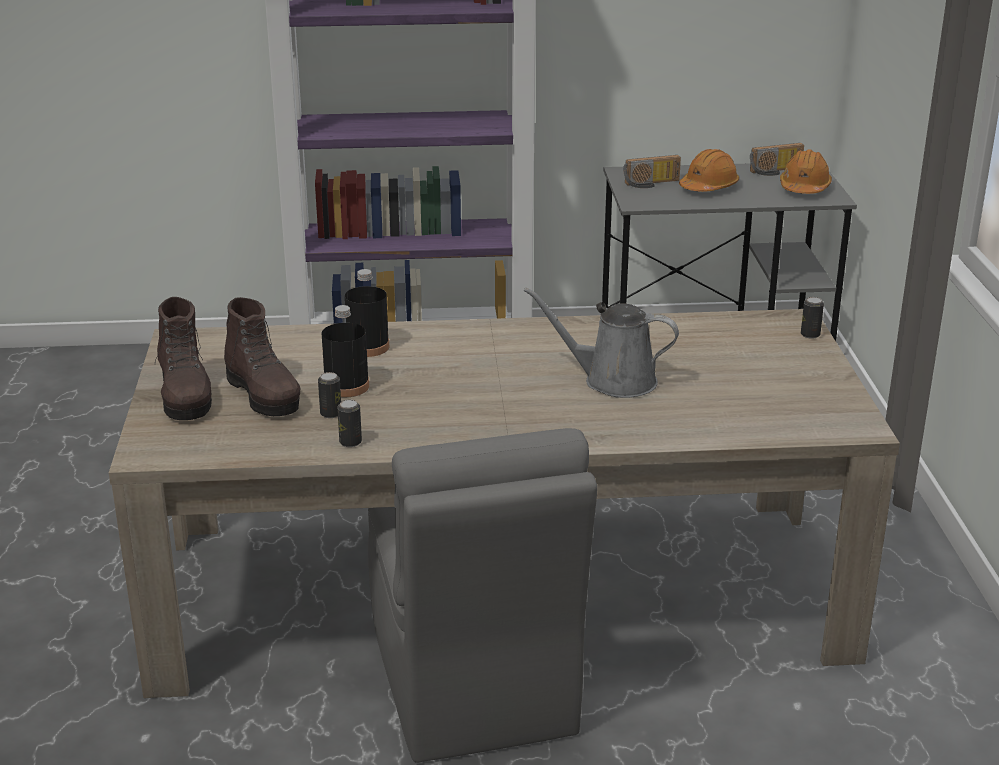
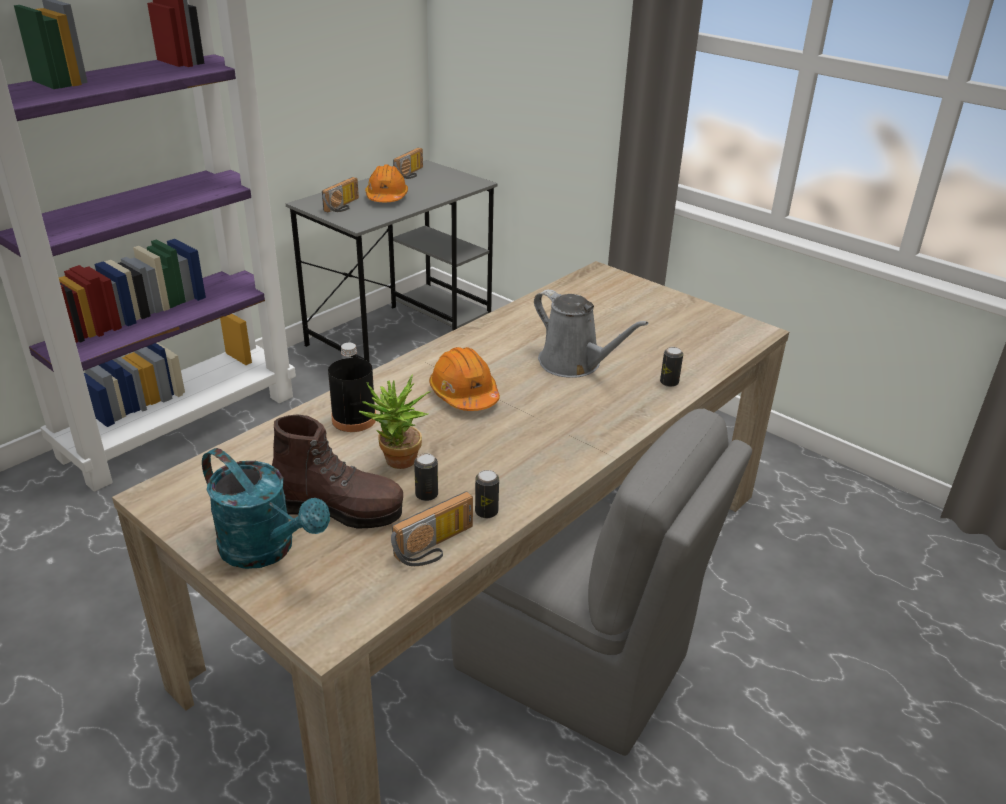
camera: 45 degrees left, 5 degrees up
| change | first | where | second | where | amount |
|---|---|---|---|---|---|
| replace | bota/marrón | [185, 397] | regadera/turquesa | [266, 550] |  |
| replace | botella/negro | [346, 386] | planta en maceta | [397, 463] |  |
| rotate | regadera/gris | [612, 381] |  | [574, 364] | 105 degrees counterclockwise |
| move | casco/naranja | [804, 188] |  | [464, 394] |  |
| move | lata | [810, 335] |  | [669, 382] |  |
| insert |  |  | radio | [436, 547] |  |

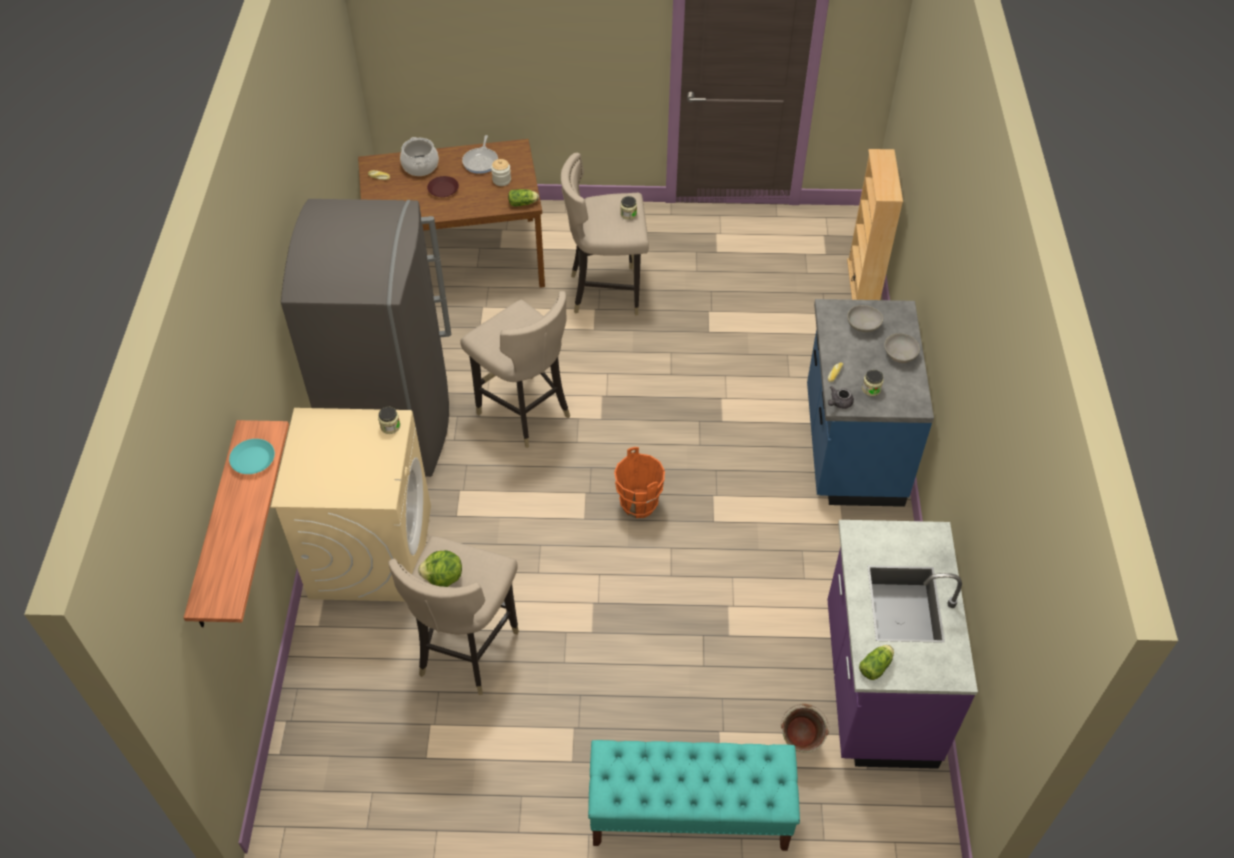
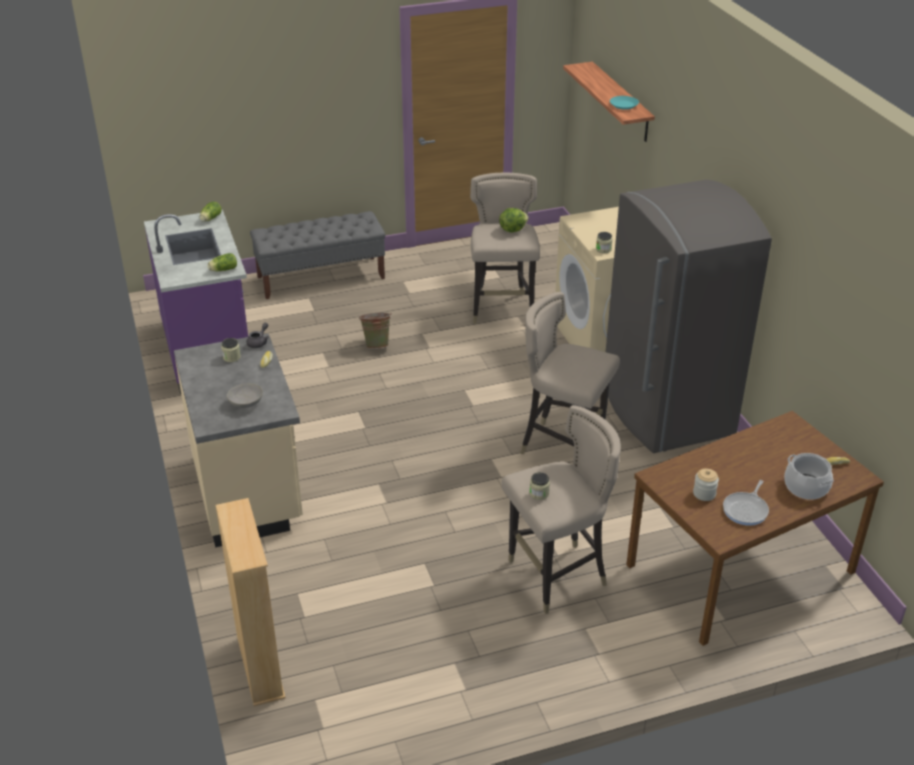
camera: 160 degrees right, 15 degrees down
| change | first | where | second | where | amount |
|---|---|---|---|---|---|
| delete | plato/marrón | [443, 189] |  |  |  |
| rotate | sartén | [481, 161] |  | [746, 510] | 135 degrees counterclockwise |
| move | lechuga | [524, 203] |  | [222, 270] |  |
| recolor | banco/turquesa | [689, 813] | banco/gris | [321, 277] |  |
| delete | cubo/naranja | [638, 504] |  |  |  |
| move | cubo/verde | [799, 745] |  | [377, 344] |  |
| recolor | mueble bajo de cocina/azul | [850, 447] | mueble bajo de cocina/beis | [249, 491] |  |
| delete | cuenco/gris | [900, 355] |  |  |  |

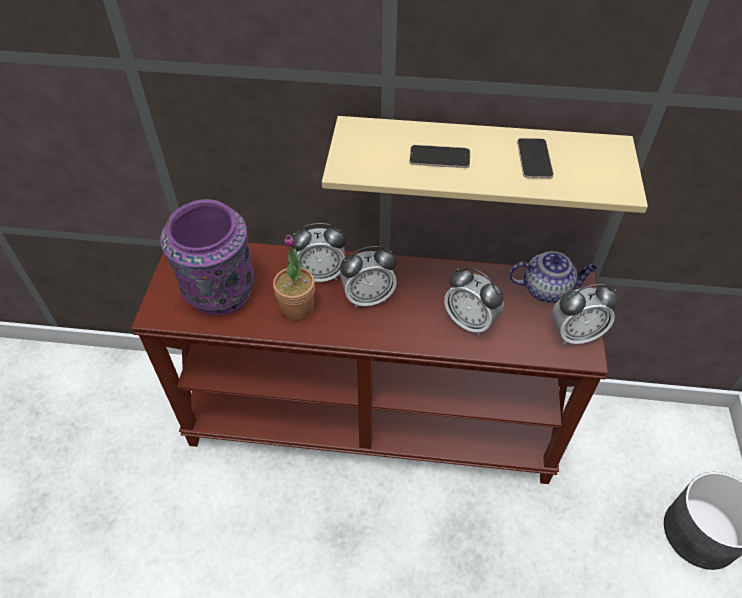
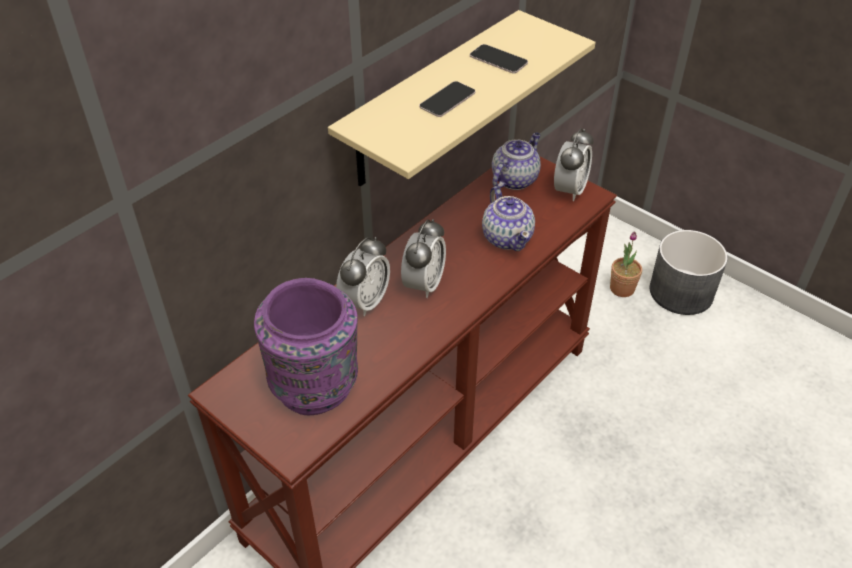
camera: 55 degrees left, 5 degrees down
| change | first | where | second | where | amount |
|---|---|---|---|---|---|
| move | planta en maceta | [297, 308] |  | [622, 288] |  |
| replace | despertador | [470, 321] | tetera | [507, 237] |  |

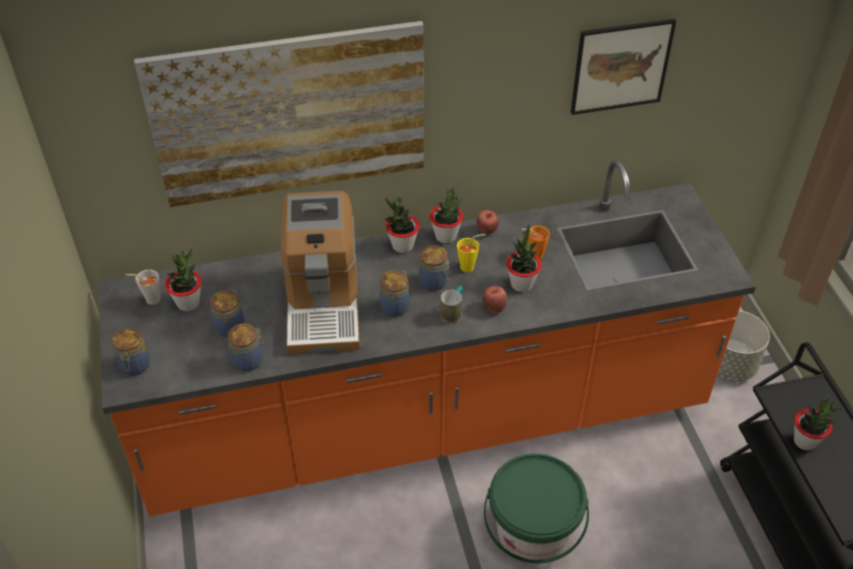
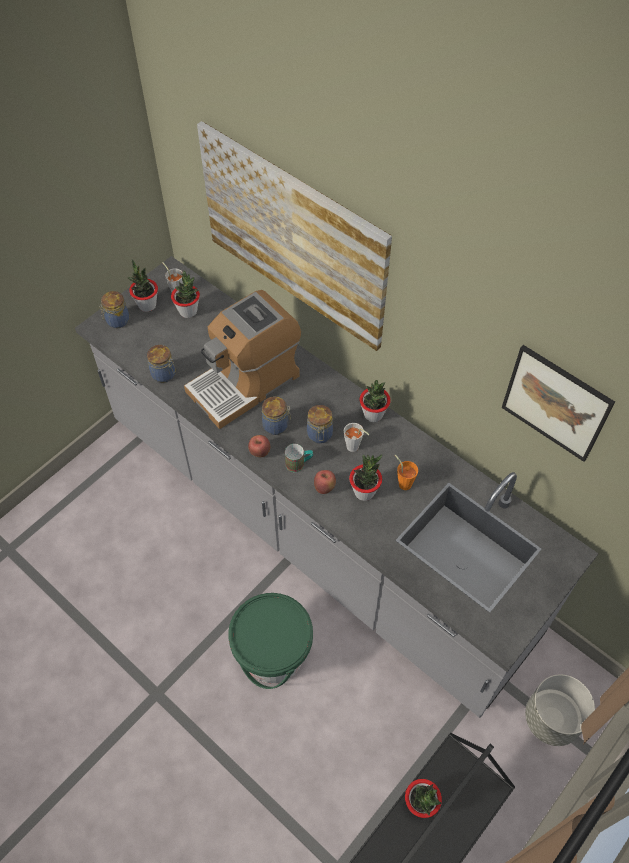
camera: 55 degrees right, 10 degrees up
| change | first | where | second | where | amount |
|---|---|---|---|---|---|
| recolor | mueble bajo de cocina/naranja | [426, 422] | mueble bajo de cocina/gris | [314, 527] |  |
| delete | tarro | [231, 326] |  |  |  |
| move | planta en maceta | [402, 246] |  | [147, 305] |  |
| recolor | taza/amarillo | [470, 266] | taza/gris | [354, 448] |  |
| move | manzana | [486, 231] |  | [260, 452] |  |

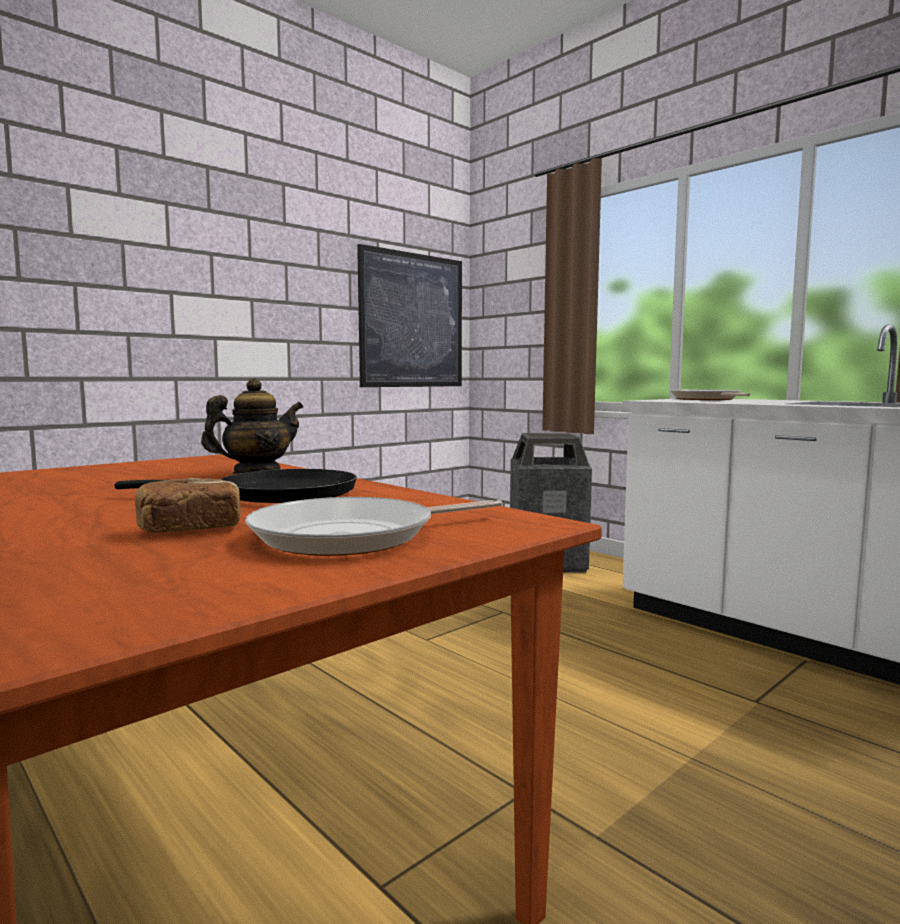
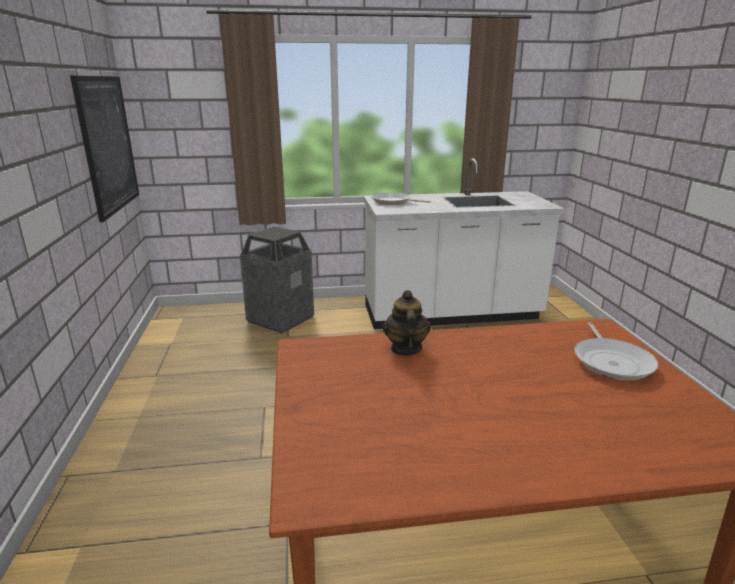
camera: 55 degrees left, 15 degrees up
| change | first | where | second | where | amount |
|---|---|---|---|---|---|
| delete | sartén/negro | [277, 494] |  |  |  |
| delete | pan | [190, 530] |  |  |  |

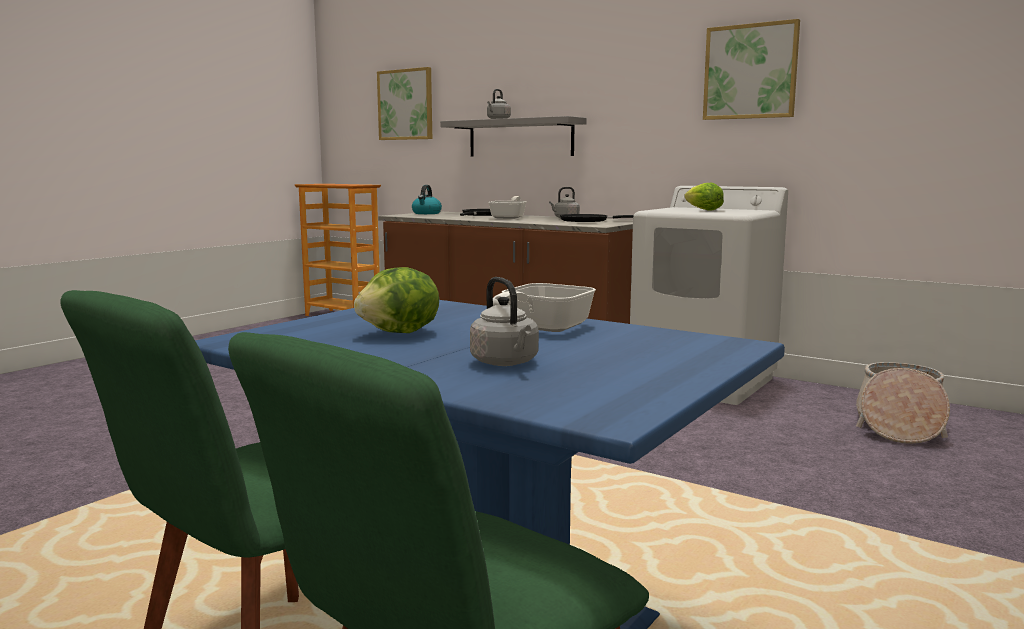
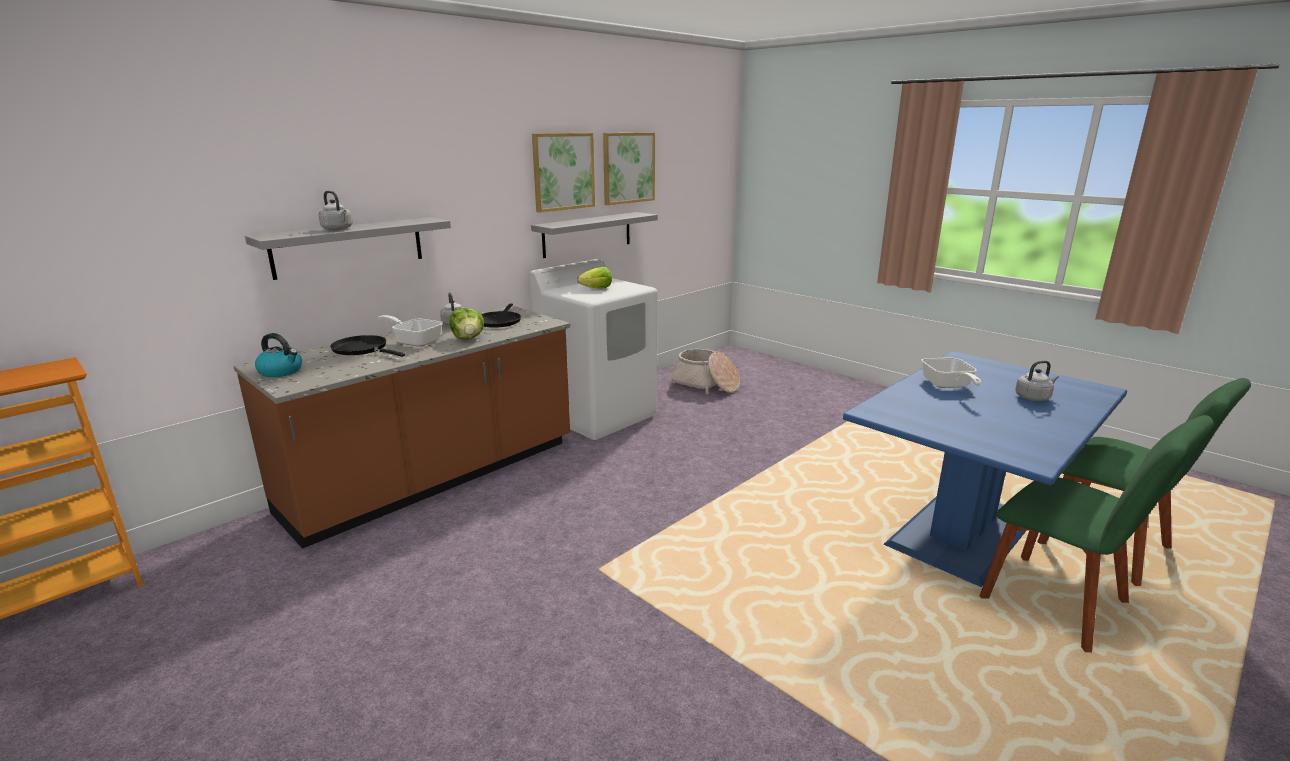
camera: 80 degrees left, 10 degrees up
| change | first | where | second | where | amount |
|---|---|---|---|---|---|
| move | lechuga | [401, 333] |  | [468, 338] |  |
| move | cuadro | [406, 104] |  | [628, 168] |  |
| rotate | sartén | [541, 328] |  | [947, 386] | 45 degrees clockwise |
| insert |  |  | estante/gris | [587, 234] |  |

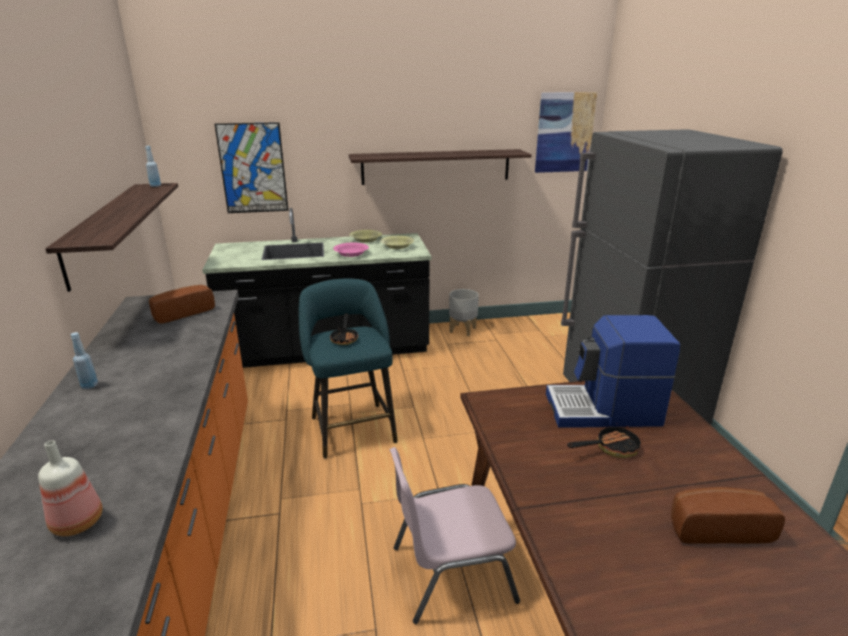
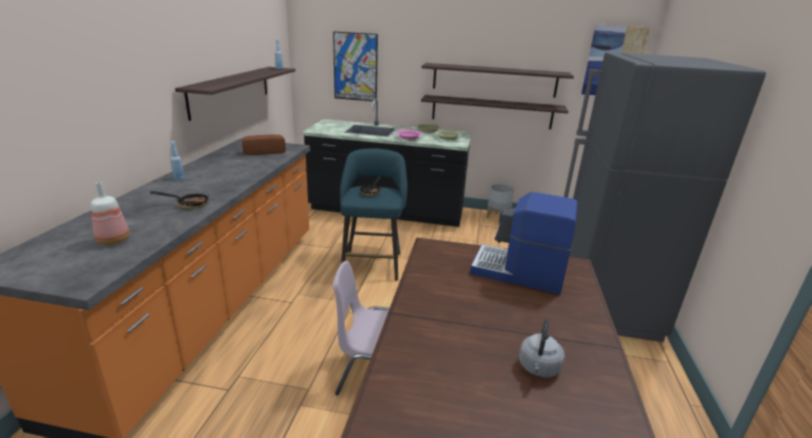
camera: 20 degrees right, 0 degrees up
| change | first | where | second | where | amount |
|---|---|---|---|---|---|
| move | sartén | [611, 448] |  | [188, 204] |  |
| replace | pan | [716, 527] | hervidor/gris | [538, 368] |  |
| insert |  |  | estante | [491, 112] |  |

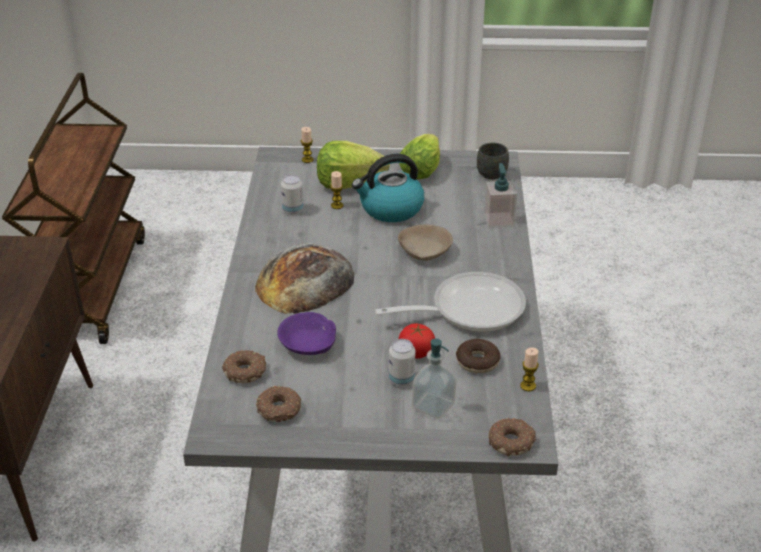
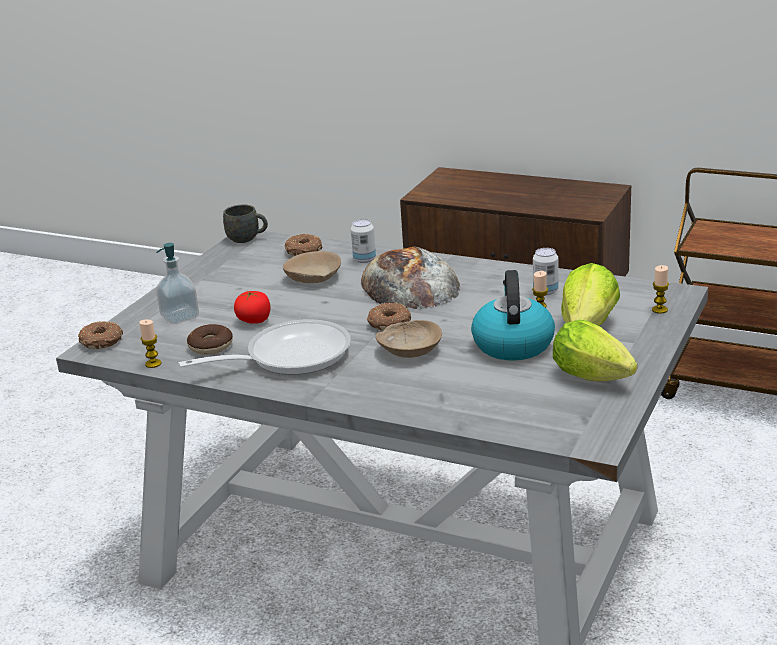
camera: 115 degrees right, 10 degrees down
| change | first | where | second | where | amount |
|---|---|---|---|---|---|
| move | rosquilla | [279, 410] |  | [388, 324] |  |
| recolor | cuenco/morado | [309, 344] | cuenco/beis | [314, 277] |  |
| rotate | sartén | [469, 309] |  | [289, 357] | 120 degrees counterclockwise |
| move | lata | [401, 379] |  | [364, 259] |  |
| move | taza grande/gris | [490, 172] |  | [247, 239] |  |
| delete | dispensador de jabón | [498, 220] |  |  |  |

